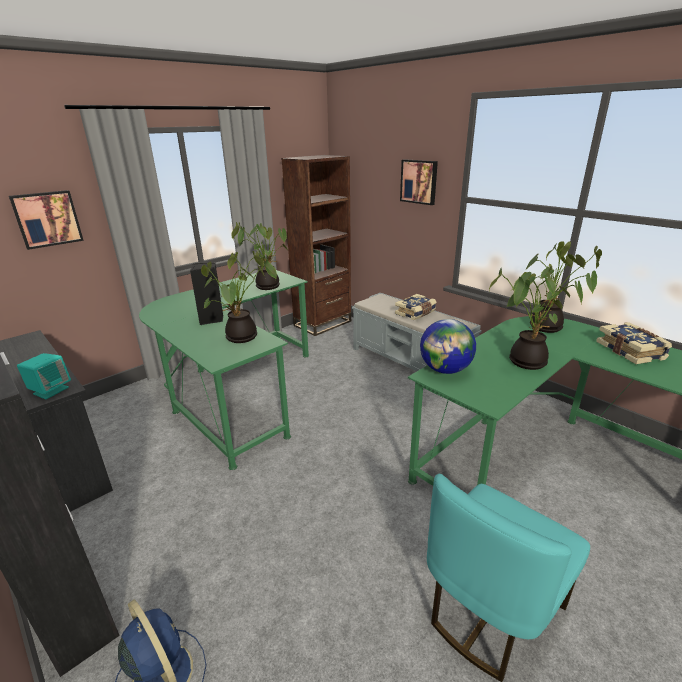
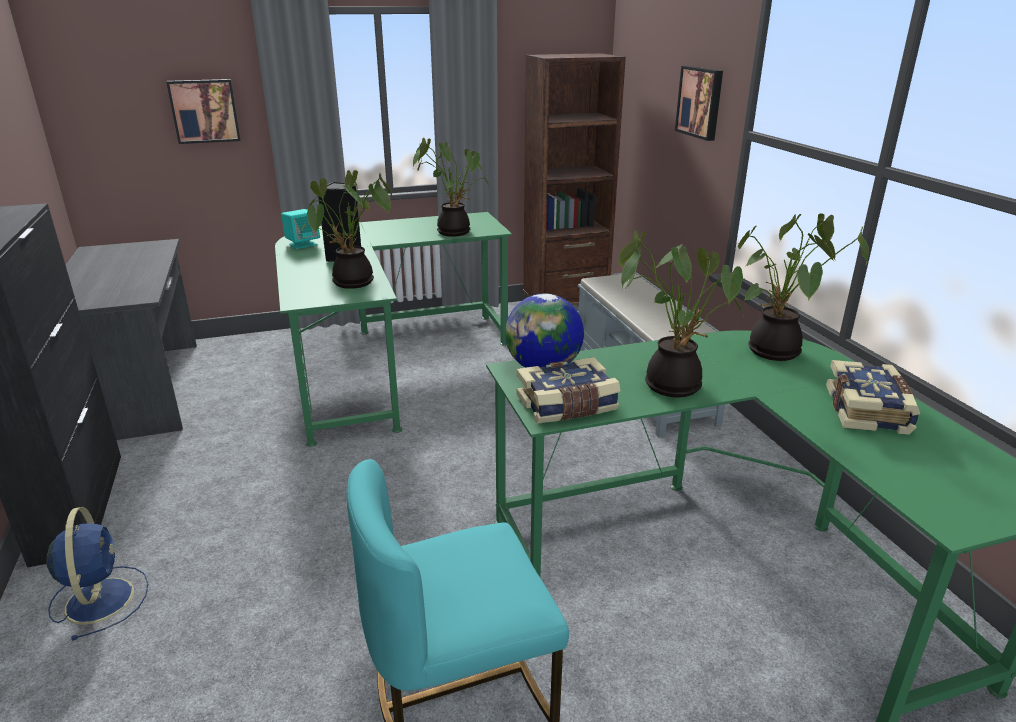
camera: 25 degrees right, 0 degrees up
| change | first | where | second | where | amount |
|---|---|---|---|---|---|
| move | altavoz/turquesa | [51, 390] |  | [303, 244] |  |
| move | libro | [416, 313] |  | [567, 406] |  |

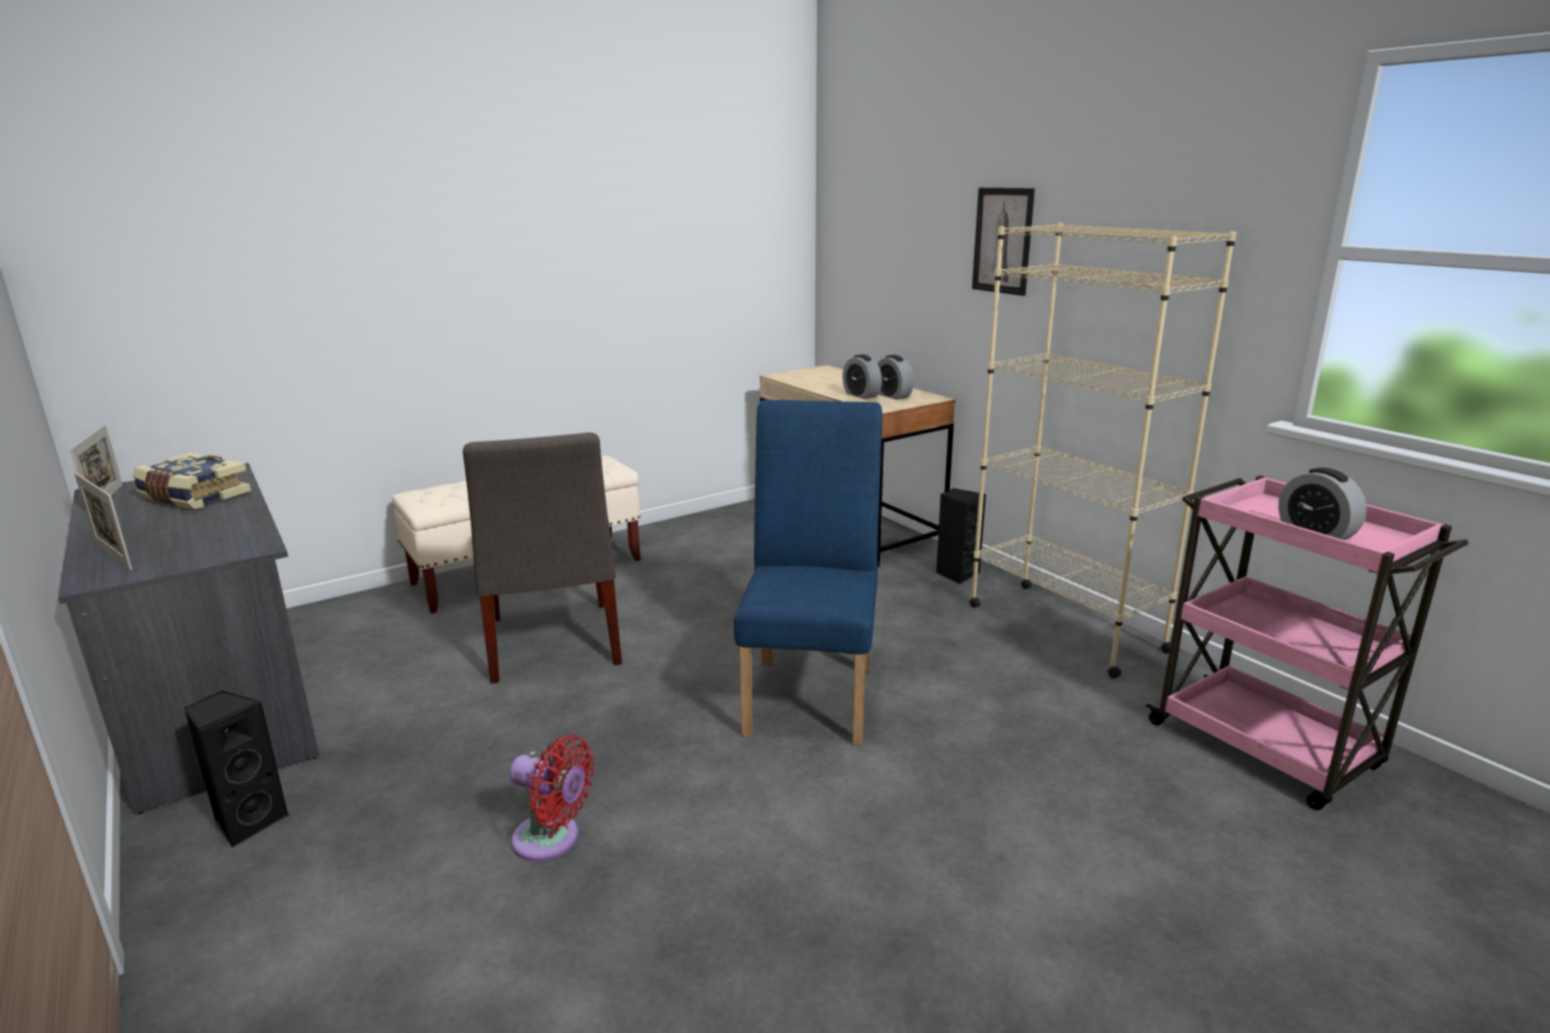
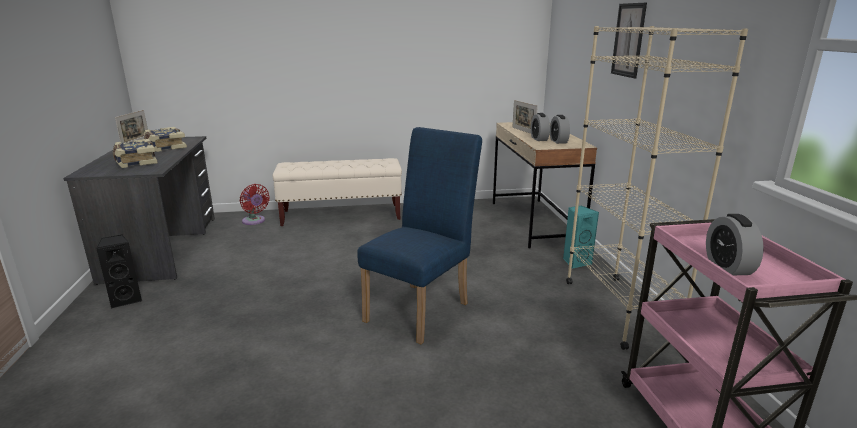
camera: 25 degrees right, 0 degrees up
| change | first | where | second | where | amount |
|---|---|---|---|---|---|
| move | portarretratos | [113, 556] |  | [523, 131] |  |
| delete | silla/gris | [552, 644] |  |  |  |
| move | ventilador/rojo | [552, 840] |  | [254, 221] |  |
| recolor | altavoz/negro | [956, 574] | altavoz/turquesa | [576, 262] |  |
| insert |  |  | libro | [135, 162] |  |

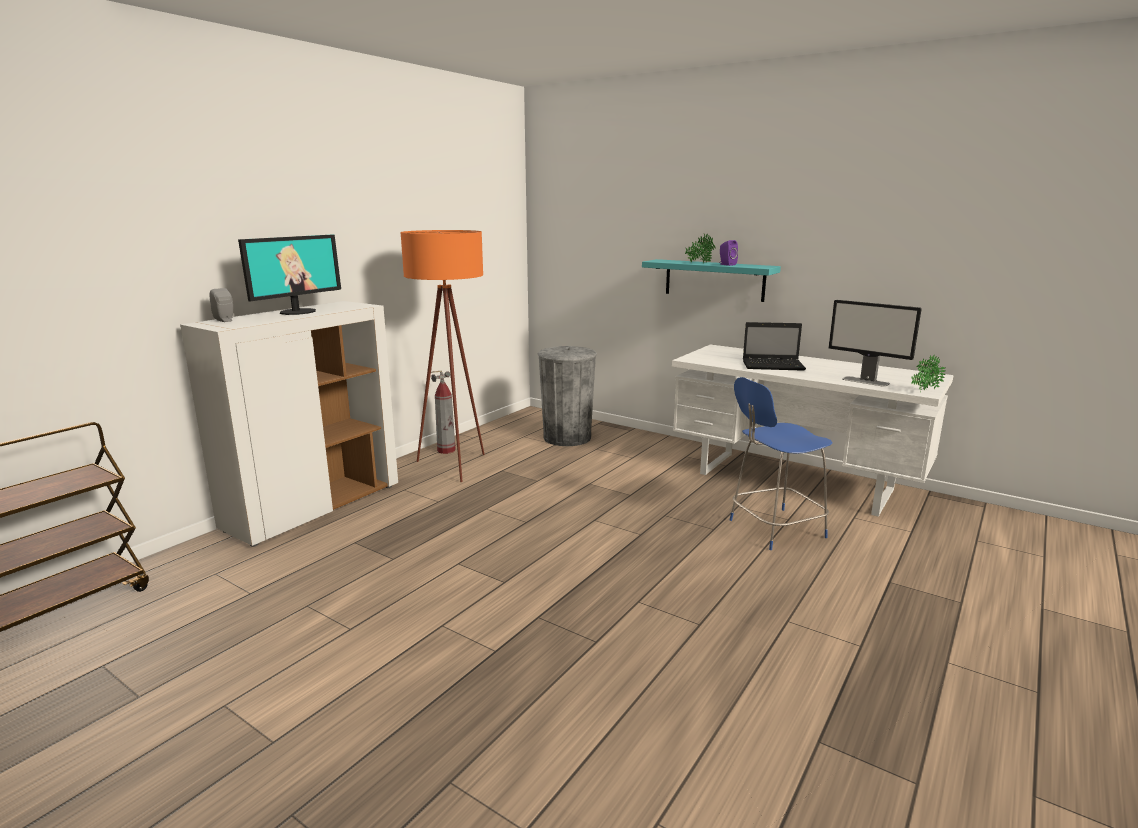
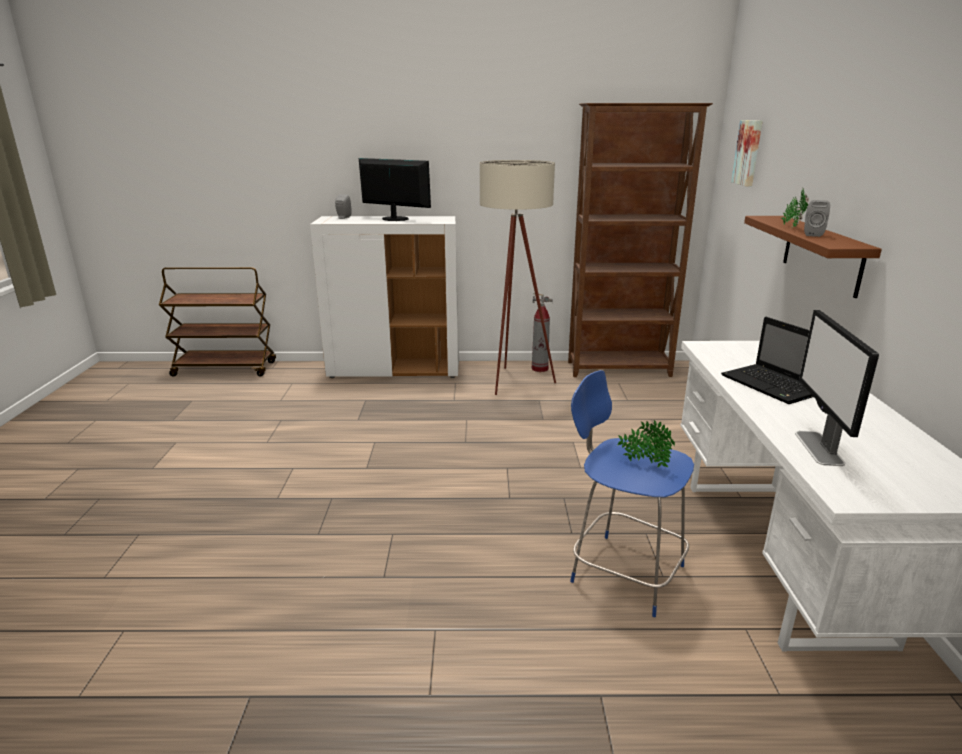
camera: 55 degrees right, 5 degrees up
| change | first | where | second | where | amount |
|---|---|---|---|---|---|
| rotate | monitor | [297, 312] |  | [394, 219] | 150 degrees counterclockwise |
| recolor | lámpara de pie/naranja | [455, 469] | lámpara de pie/beis | [513, 384] |  |
| delete | papelera/gris | [567, 438] |  |  |  |
| recolor | estante/turquesa | [714, 280] | estante/marrón | [822, 254] |  |
| recolor | altavoz/morado | [726, 264] | altavoz/gris | [812, 234] |  |
| move | planta en maceta | [923, 391] |  | [644, 463] |  |
| insert |  |  | estantería/marrón | [620, 369] |  |
| insert |  |  | cuadro | [749, 152] |  |

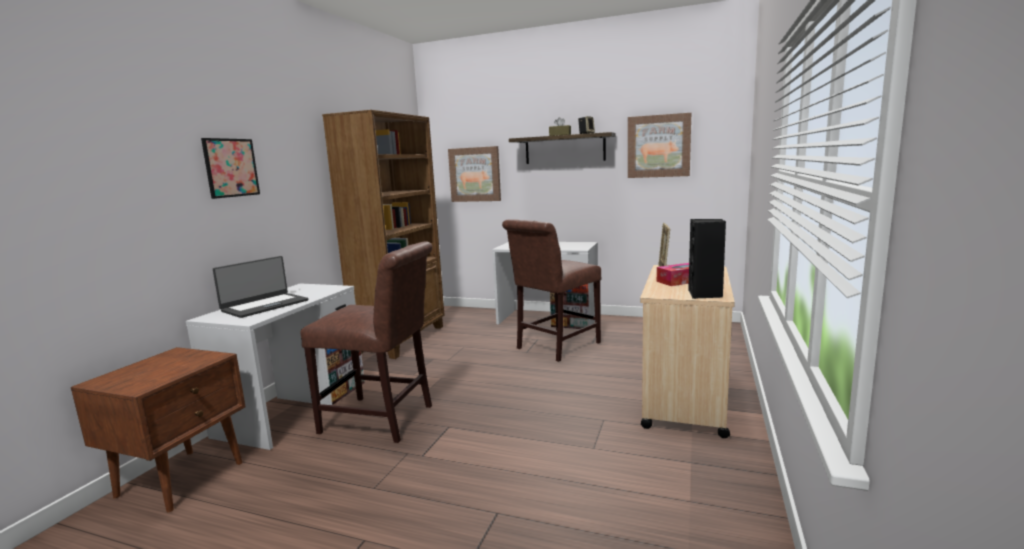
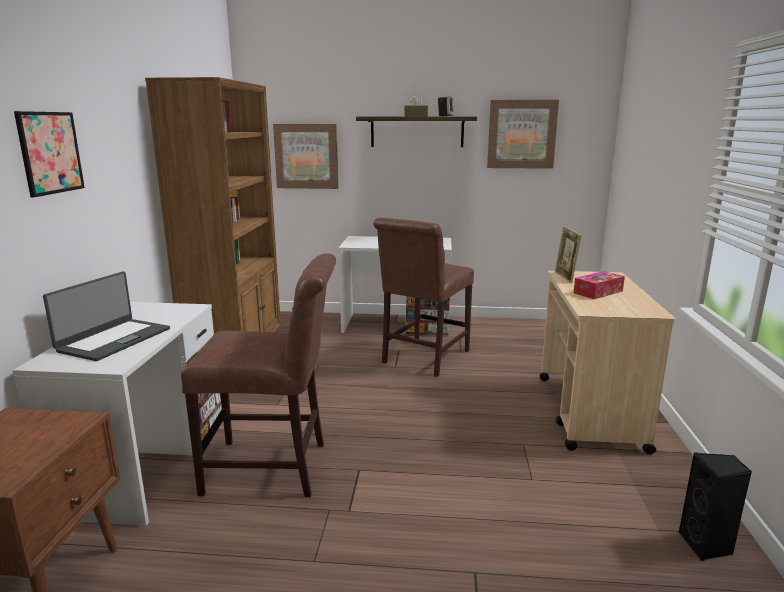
camera: 15 degrees left, 5 degrees up
| change | first | where | second | where | amount |
|---|---|---|---|---|---|
| move | altavoz/negro | [705, 294] |  | [706, 546] |  |

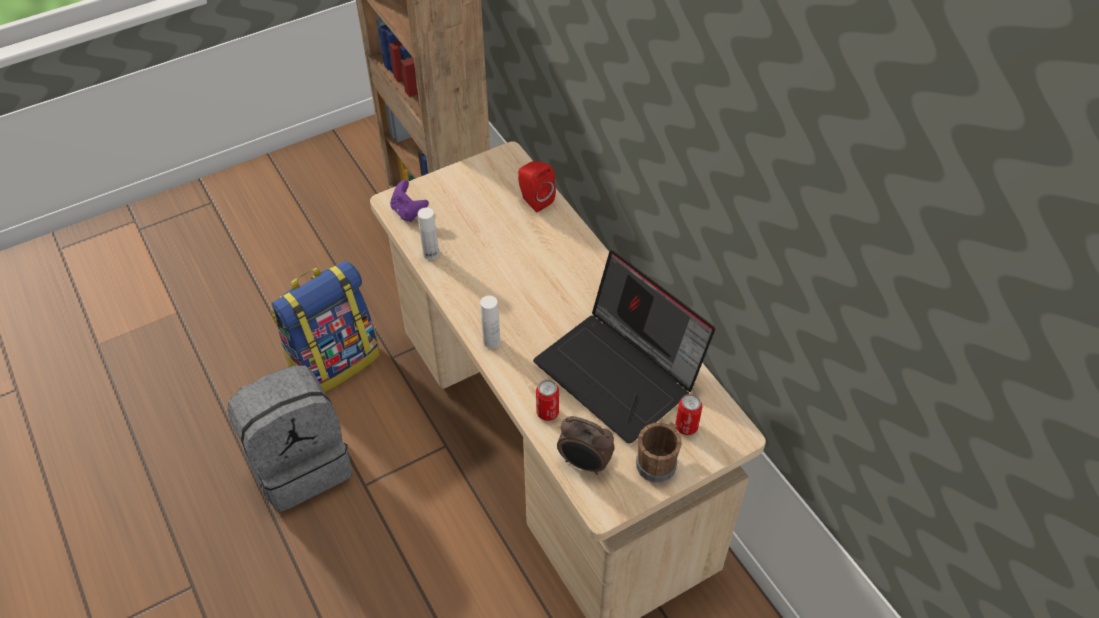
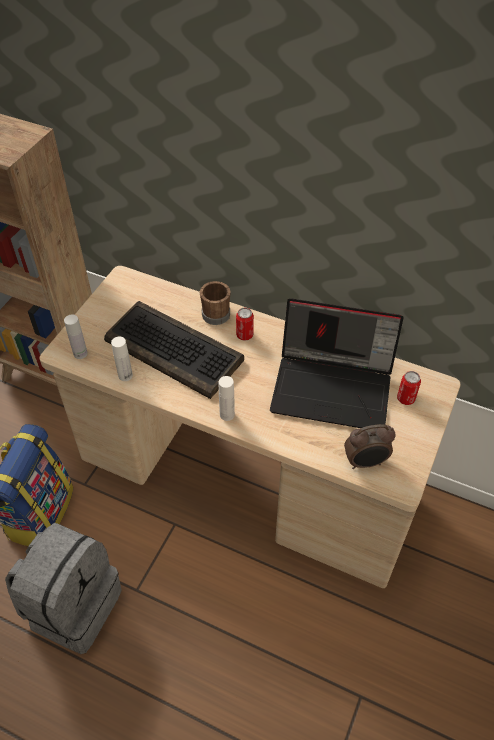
camera: 35 degrees left, 0 degrees up
| change | first | where | second | where | amount |
|---|---|---|---|---|---|
| replace | mando de consola/morado | [408, 212] | botella/blanco | [80, 353] |  |
| delete | altavoz/rojo | [534, 200] |  |  |  |
| move | lata | [547, 412] |  | [244, 335] |  |
| move | taza grande/marrón | [658, 461] |  | [216, 312] |  |
| insert |  |  | teclado | [175, 350] |  |

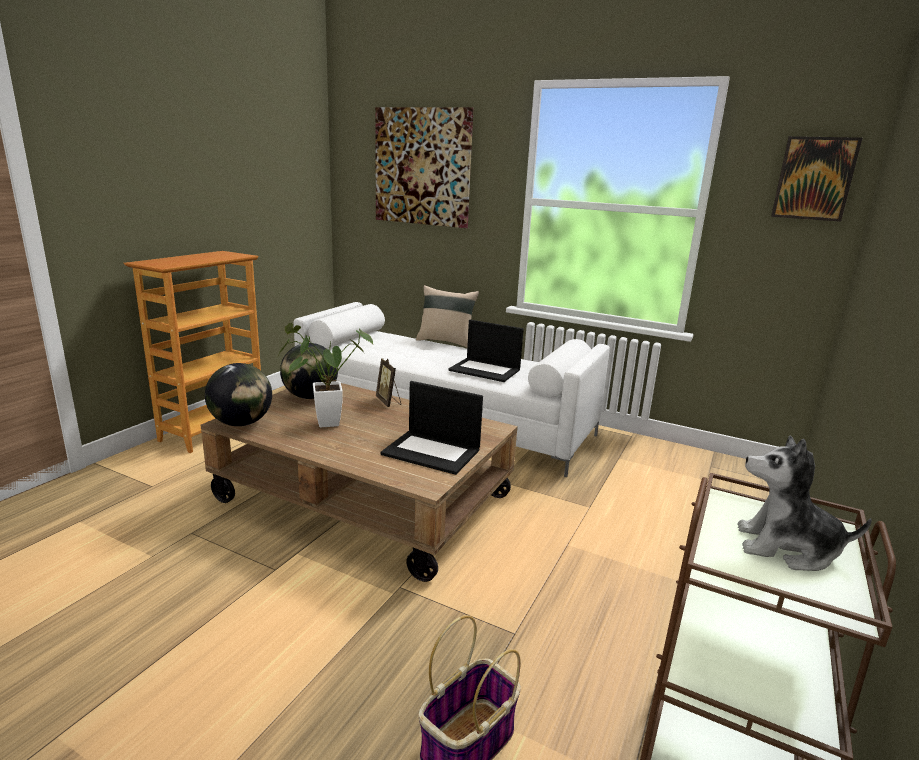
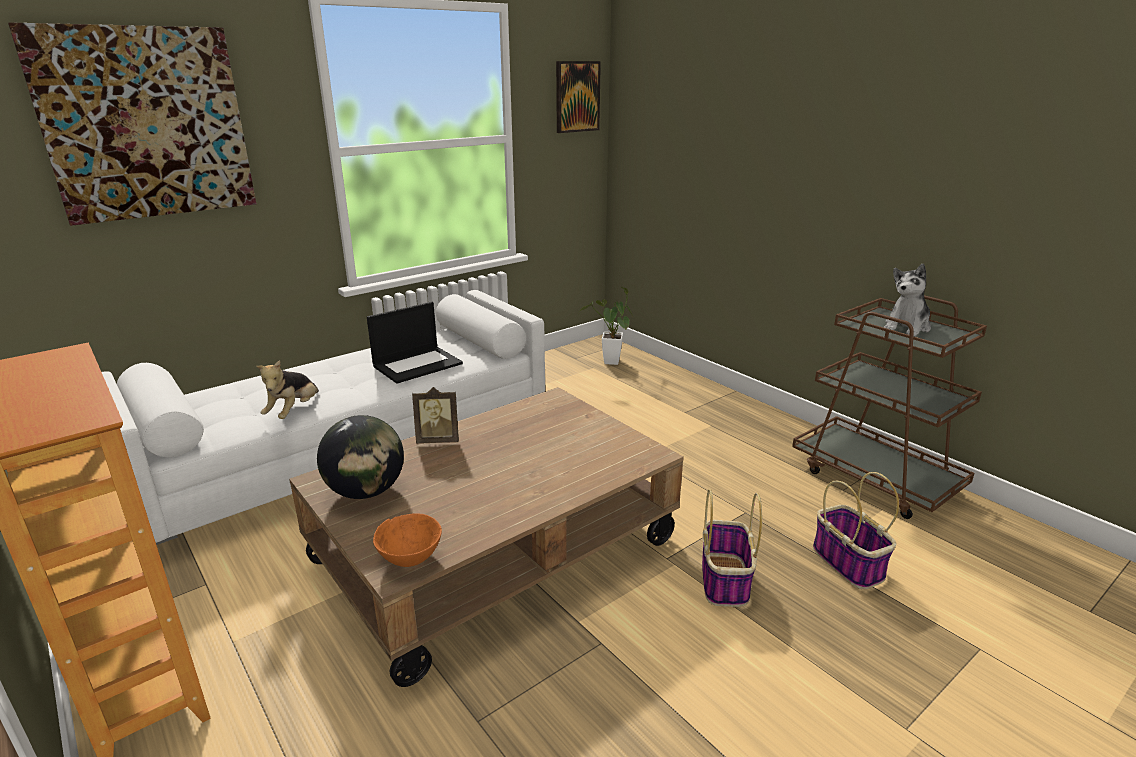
camera: 65 degrees left, 5 degrees up
| change | first | where | second | where | amount |
|---|---|---|---|---|---|
| replace | globo terráqueo | [241, 423] | cuenco/naranja | [411, 558] |  |
| move | planta en maceta | [322, 423] |  | [611, 363] |  |
| delete | portátil | [432, 452] |  |  |  |
| delete | cojín/beis | [445, 341] |  |  |  |
| insert |  |  | peluche | [294, 411] |  |
| insert |  |  | cesta | [725, 581] |  |

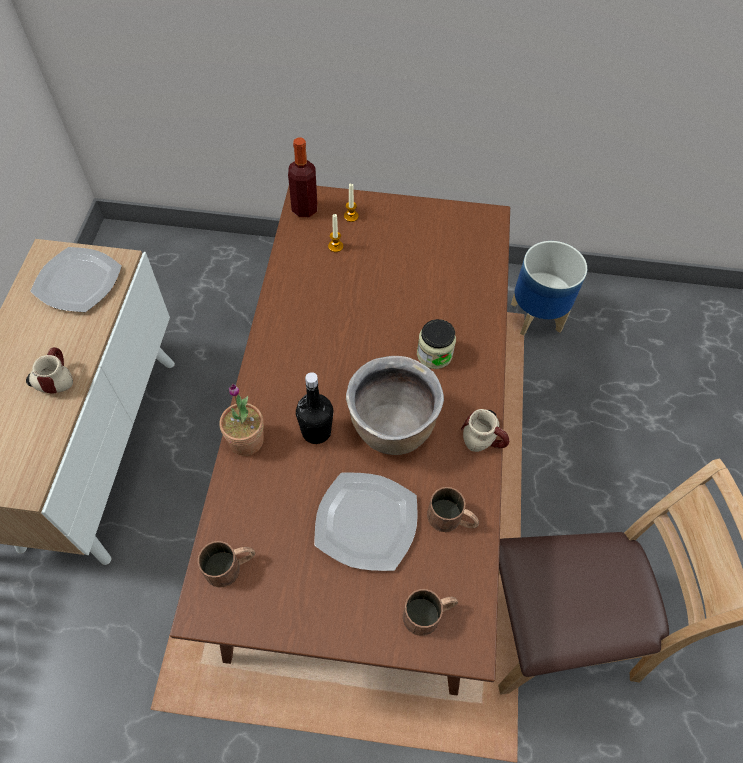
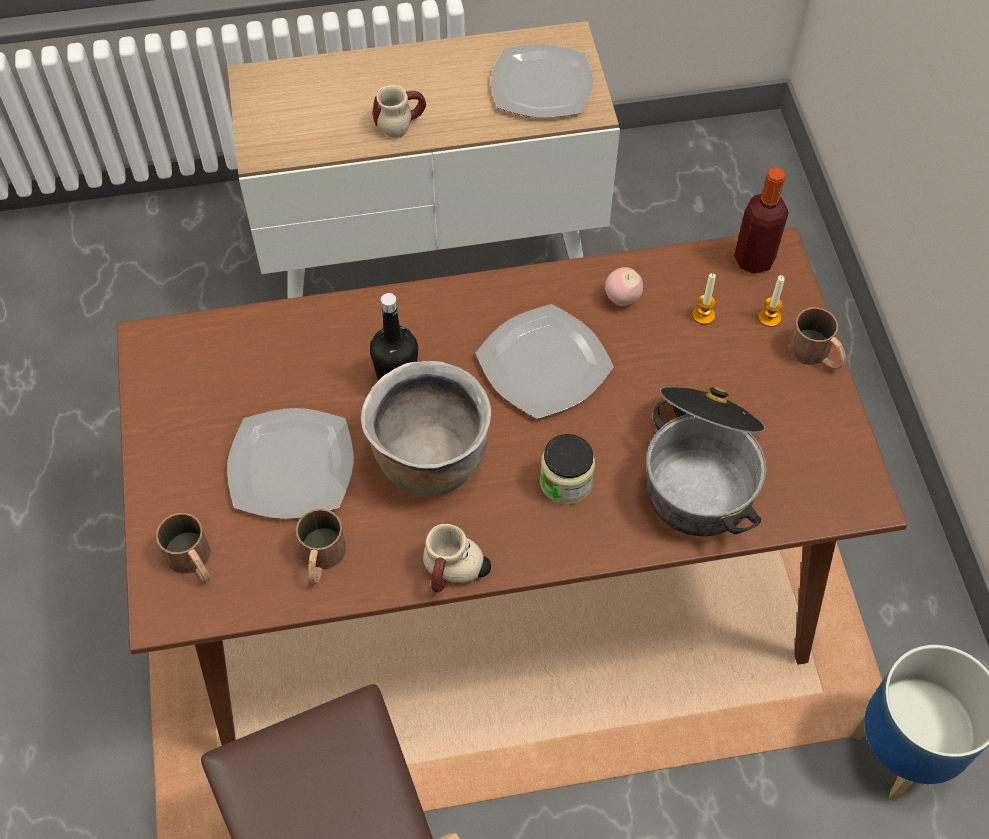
camera: 75 degrees right, 0 degrees up
| change | first | where | second | where | amount |
|---|---|---|---|---|---|
| move | taza grande/marrón | [231, 566] |  | [816, 354] |  |
| delete | planta en maceta | [246, 440] |  |  |  |
| insert |  |  | plato | [544, 363] |  |
| insert |  |  | manzana | [622, 299] |  |
| insert |  |  | olla | [701, 470] |  |

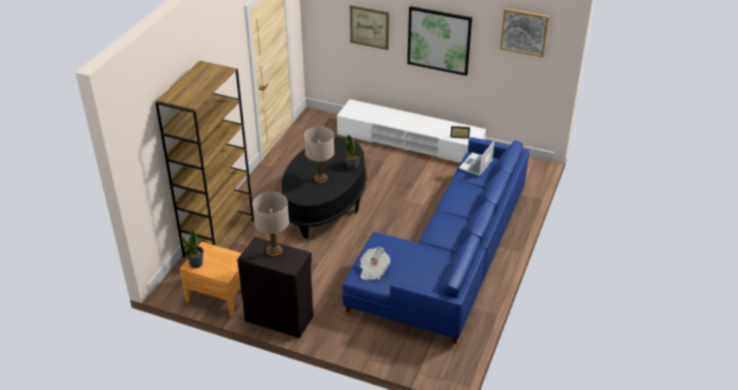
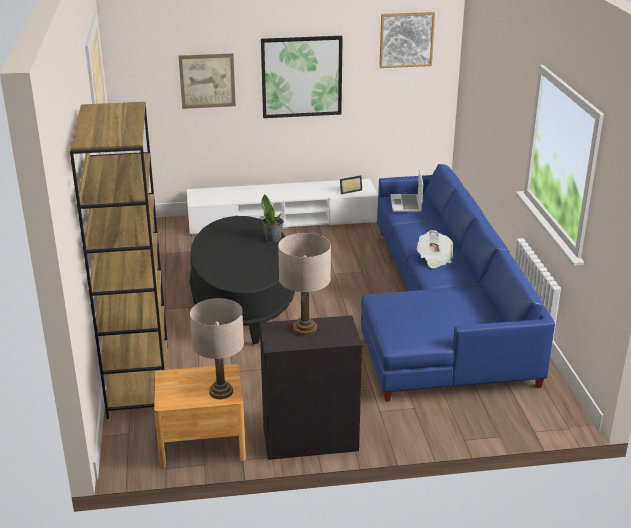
camera: 30 degrees left, 10 degrees down
| change | first | where | second | where | amount |
|---|---|---|---|---|---|
| delete | planta en maceta | [196, 263] |  |  |  |
| move | lámpara de mesa/beis | [320, 179] |  | [221, 392] |  |
| move | periódico | [373, 270] |  | [434, 259] |  |

